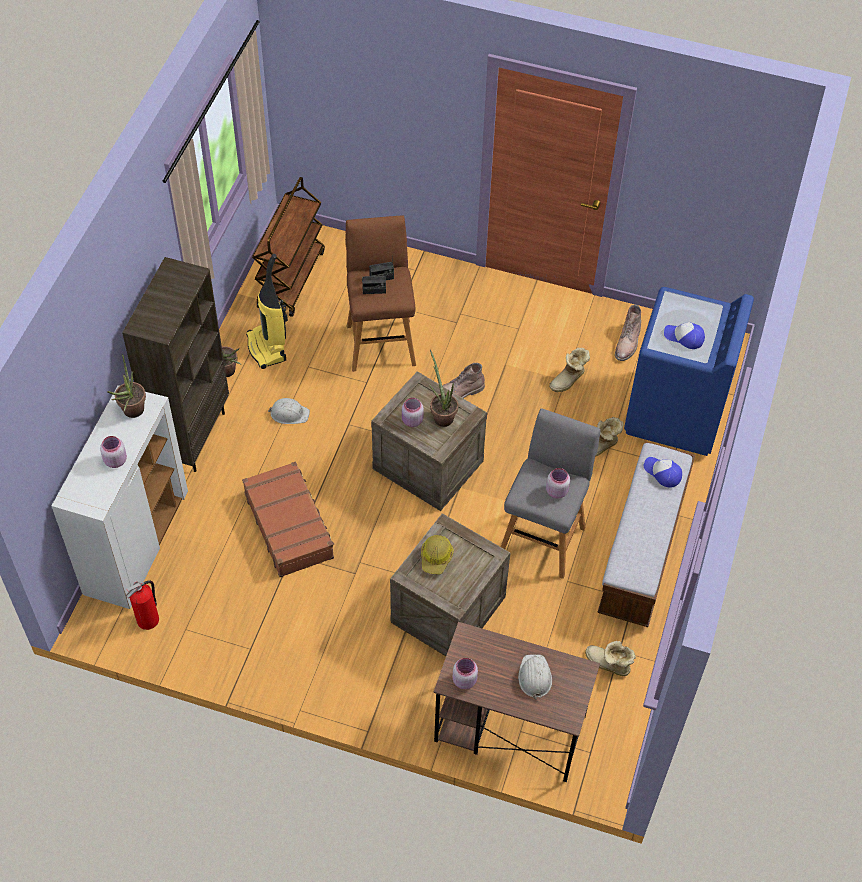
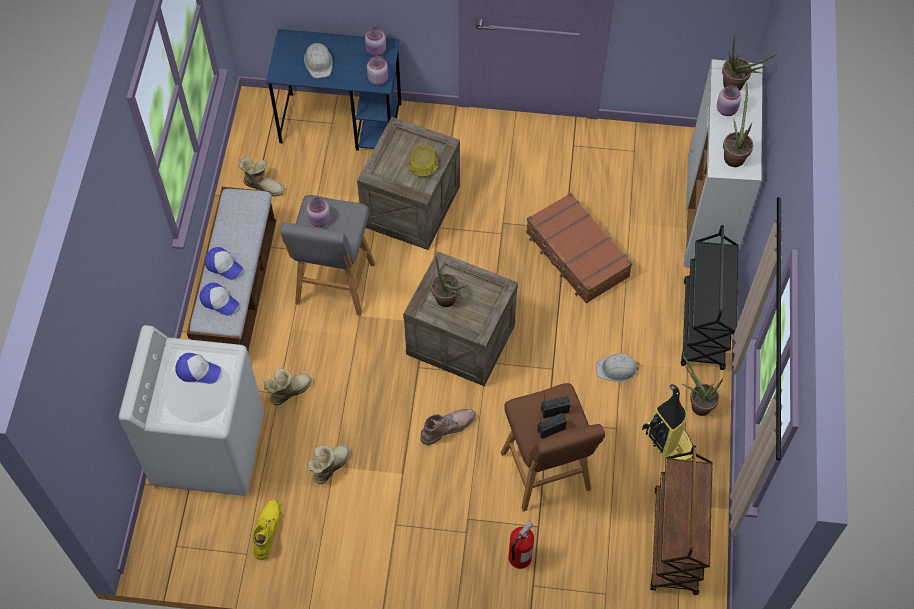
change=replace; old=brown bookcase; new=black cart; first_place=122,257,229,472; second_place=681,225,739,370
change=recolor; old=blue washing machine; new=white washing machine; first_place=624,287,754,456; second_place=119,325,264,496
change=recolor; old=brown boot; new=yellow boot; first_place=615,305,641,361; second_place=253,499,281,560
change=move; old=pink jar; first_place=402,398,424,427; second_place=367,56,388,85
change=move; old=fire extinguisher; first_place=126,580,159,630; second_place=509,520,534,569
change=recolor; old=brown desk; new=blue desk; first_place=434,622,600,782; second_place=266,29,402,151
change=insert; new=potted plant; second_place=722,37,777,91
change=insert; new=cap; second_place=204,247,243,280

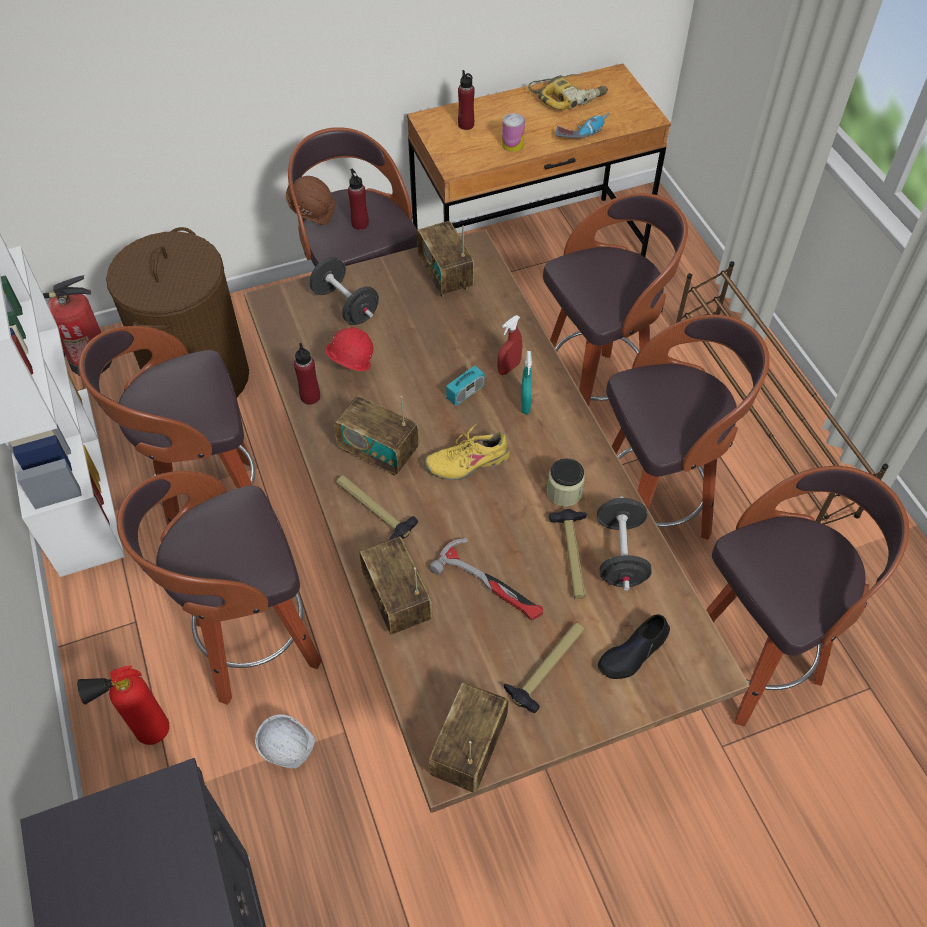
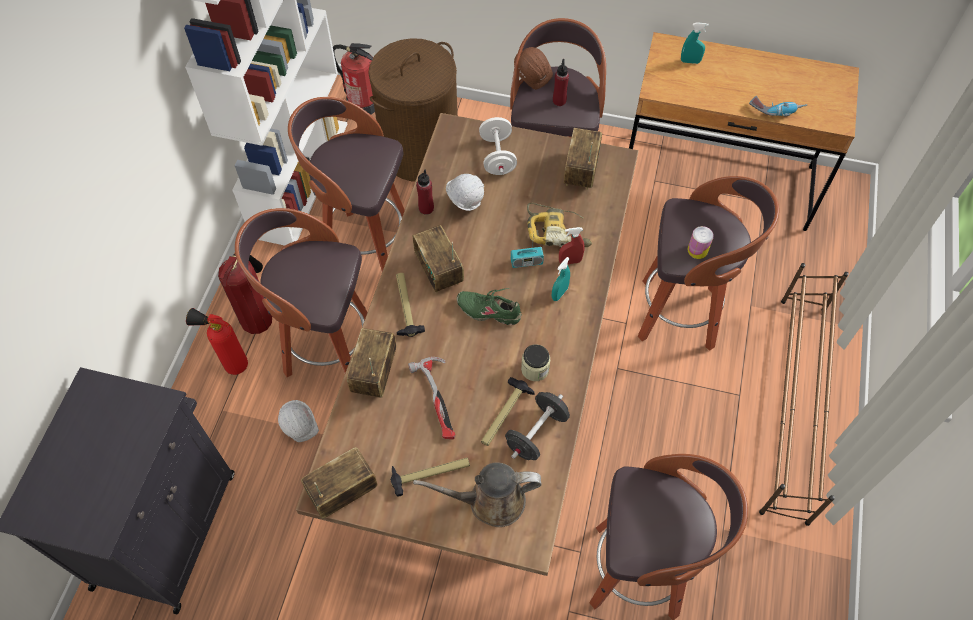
change=replace; old=red bottle; new=turquoise spray bottle; first_place=458,70,475,130; second_place=681,22,709,64
change=move; old=power drill; first_place=528,74,608,110; second_place=527,203,592,247
change=move; old=can; first_place=502,113,525,152; second_place=687,226,714,259
change=recolor; old=black dumbbell; new=white dumbbell; first_place=309,257,379,325; second_place=479,117,517,175
change=delete; old=stool; first_place=606,315,770,540
change=recolor; old=red hard hat; new=white hard hat; first_place=325,327,374,371; second_place=446,174,484,211
change=recolor; old=yellow shoe; new=green shoe; first_place=424,424,510,480; second_place=457,288,522,325
change=replace; old=black shoe; new=brown watering can; first_place=598,614,670,679; second_place=413,462,542,527
change=insert; new=fire extinguisher; second_place=218,254,272,334

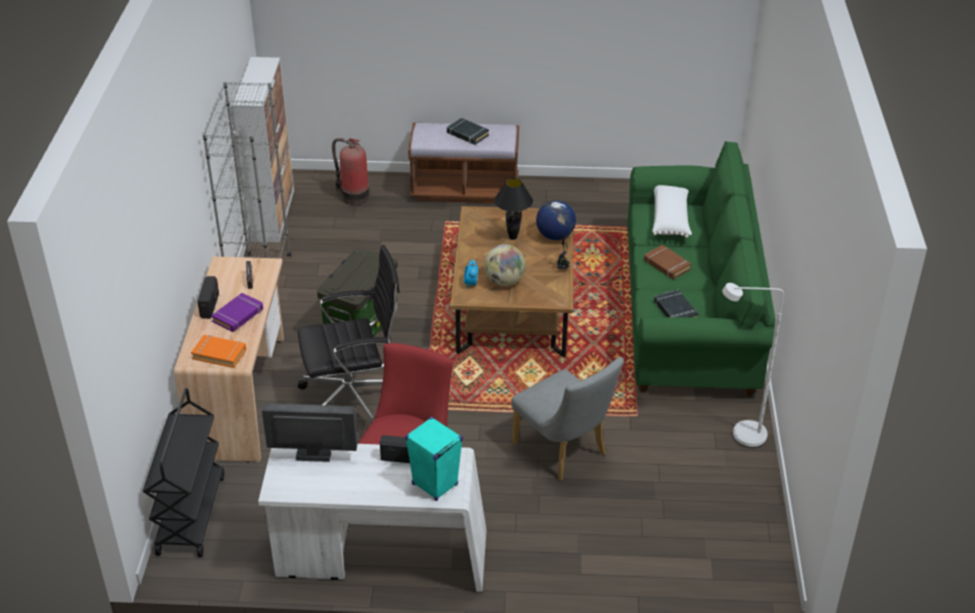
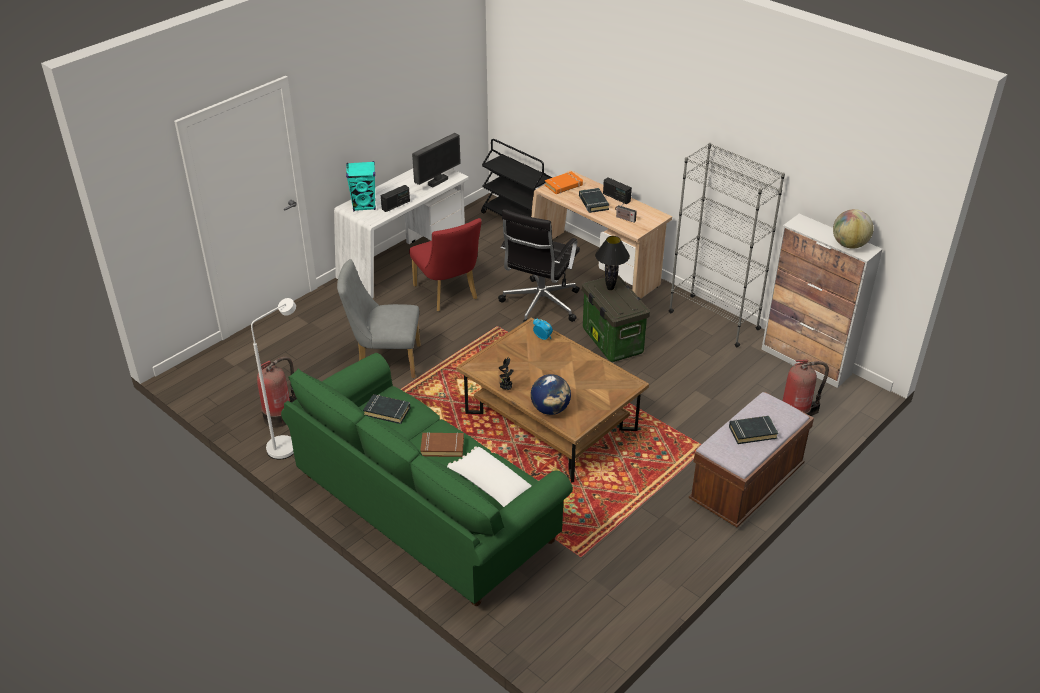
change=move; old=black table lamp; first_place=494,178,533,240; second_place=595,236,630,290
change=move; old=globe; first_place=484,244,526,286; second_place=833,209,874,248
change=recolor; old=purple book; new=black book; first_place=211,293,263,332; second_place=579,188,609,213
change=insert; new=fire extinguisher; second_place=257,357,297,428

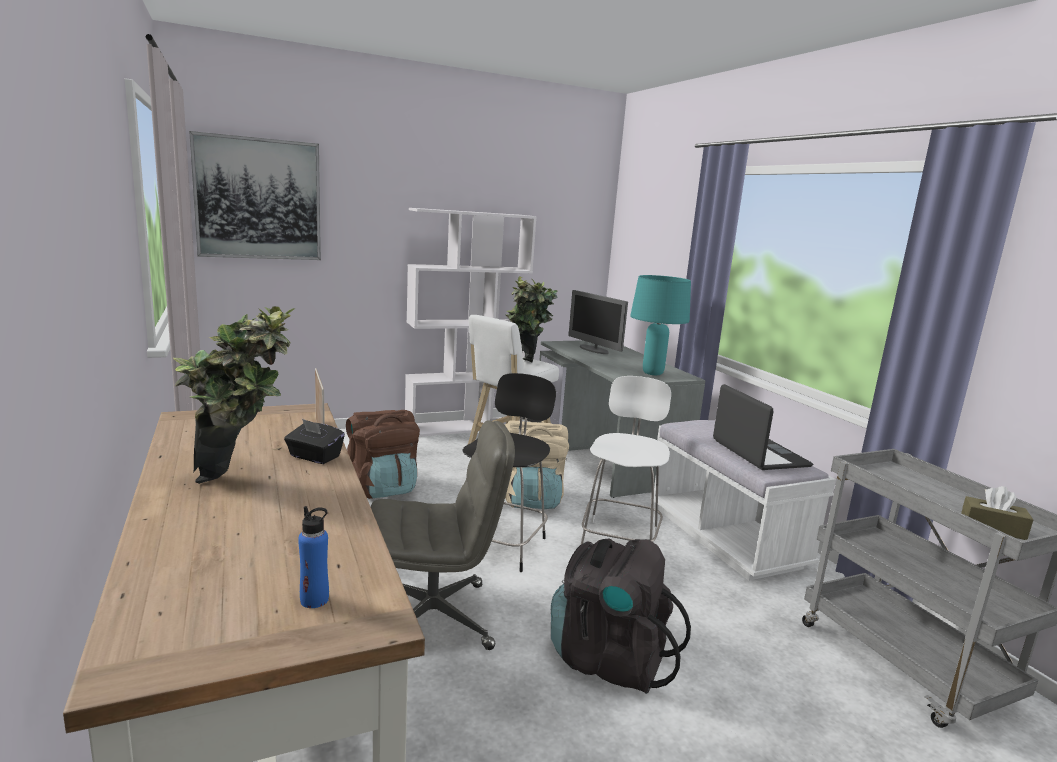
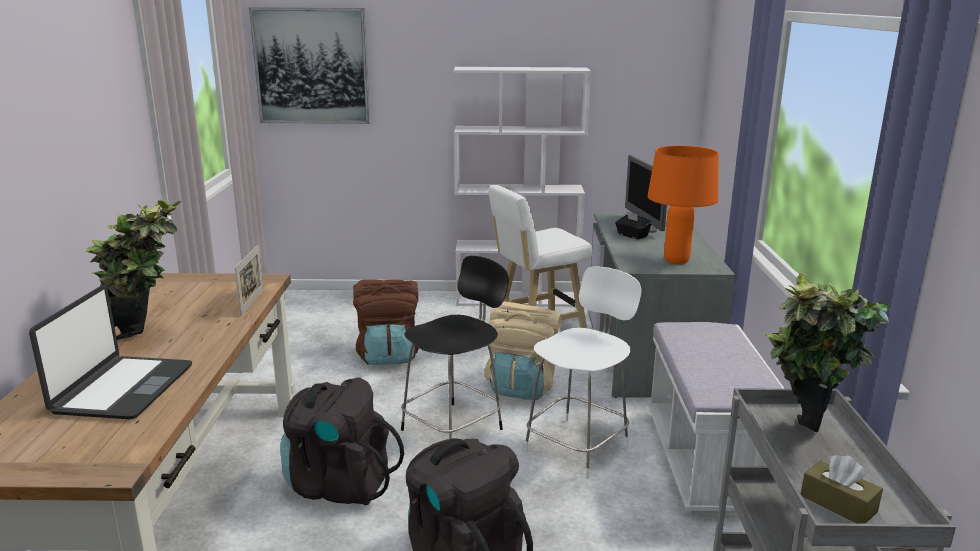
change=recolor; old=turquoise table lamp; new=orange table lamp; first_place=630,275,691,375; second_place=647,146,719,264
change=move; old=potted plant; first_place=506,276,558,362; second_place=766,272,890,433
change=move; old=laptop; first_place=713,384,813,470; second_place=29,285,192,419
change=move; old=black tissue box; first_place=284,419,345,464; second_place=615,211,652,239
change=replace; old=grey office chair; new=black backpack; first_place=371,420,515,650; second_place=280,377,404,505
change=delete; old=blue bottle; first_place=298,506,329,608

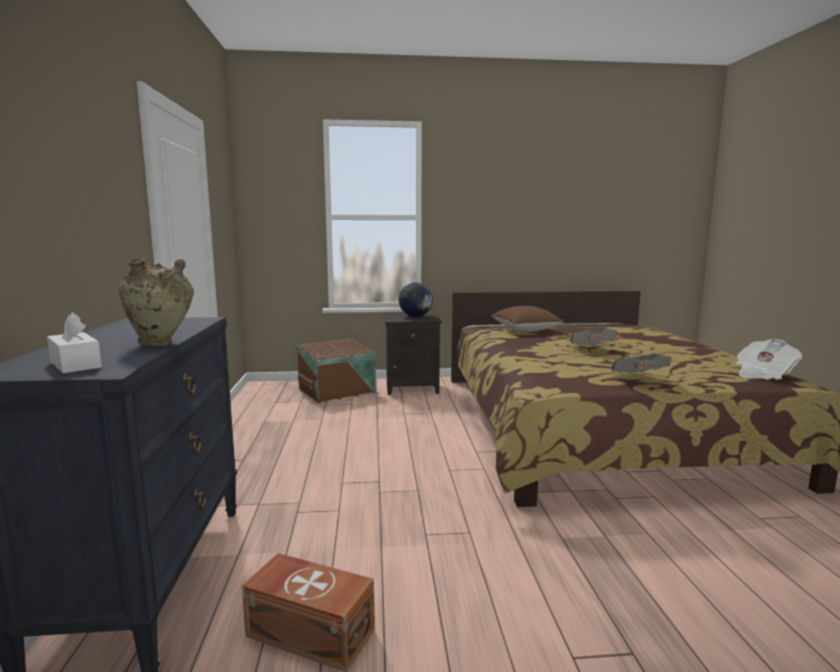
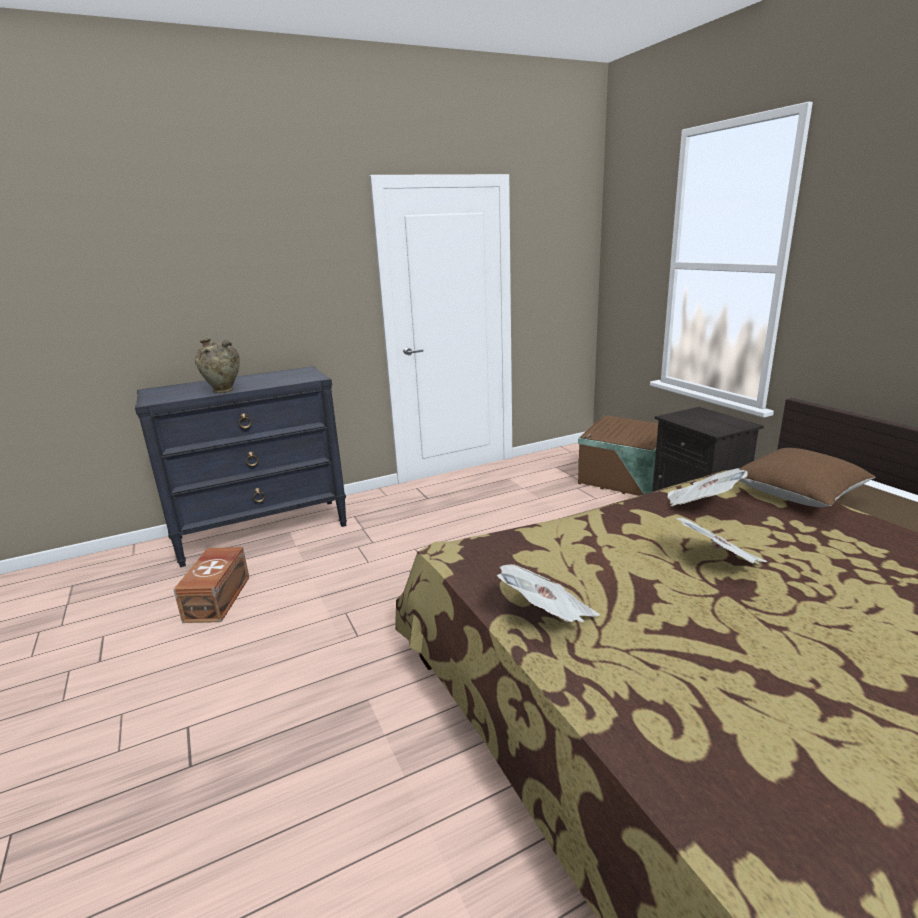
change=delete; old=globe; first_place=399,282,433,317
change=delete; old=white tissue box; first_place=47,312,102,374
change=move; old=newspaper; first_place=736,339,803,379; second_place=668,468,748,506

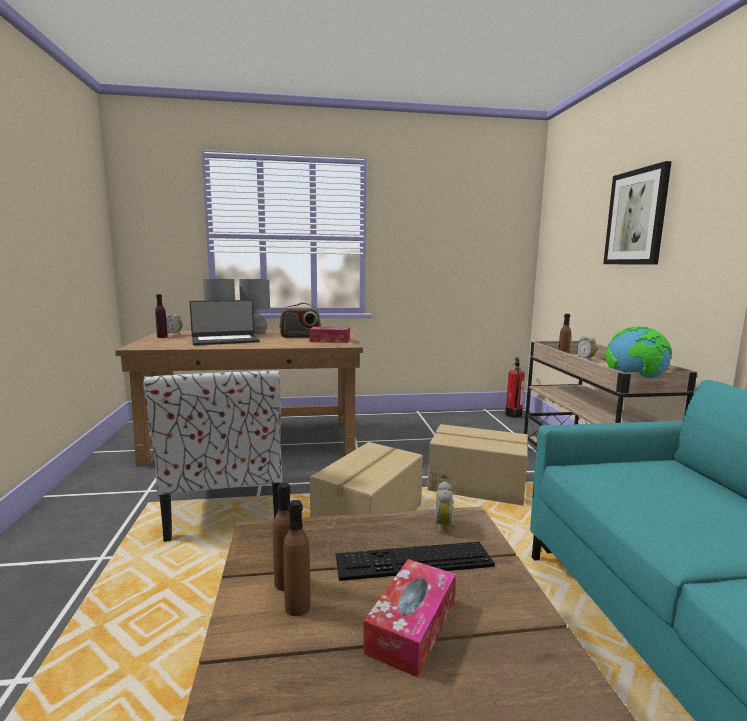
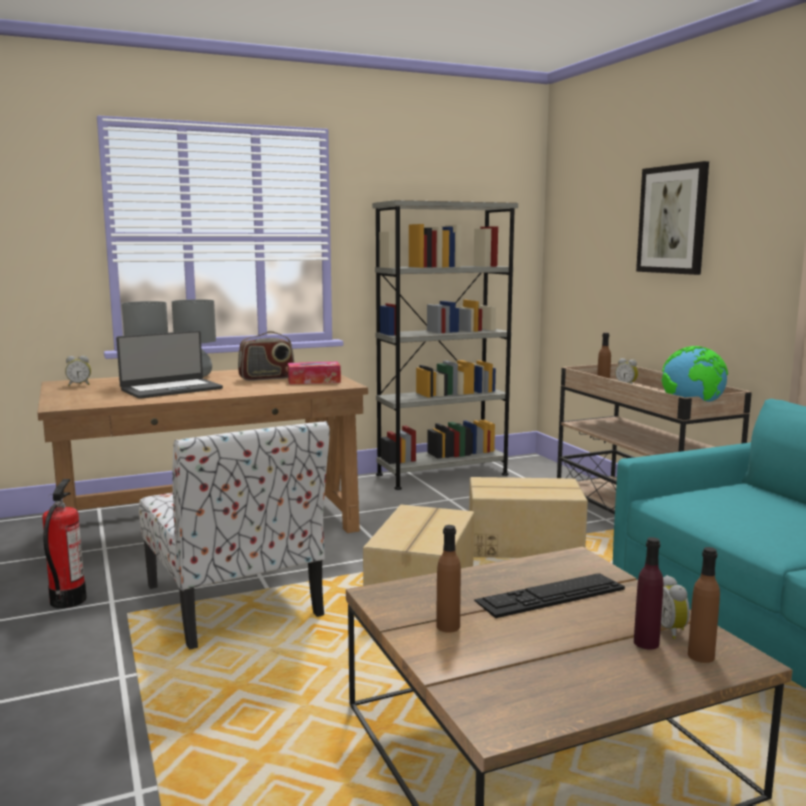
change=move; old=purple bottle; first_place=155,294,167,338; second_place=634,537,664,650
change=move; old=fire extinguisher; first_place=505,357,525,418; second_place=42,479,87,608
change=move; old=alarm clock; first_place=436,481,455,533; second_place=661,575,690,639
change=move; old=brown bottle; first_place=283,500,311,616; second_place=688,547,720,663
change=delete; old=tissue box; first_place=363,559,456,677
change=insert; new=grey bookcase; second_place=372,200,518,490

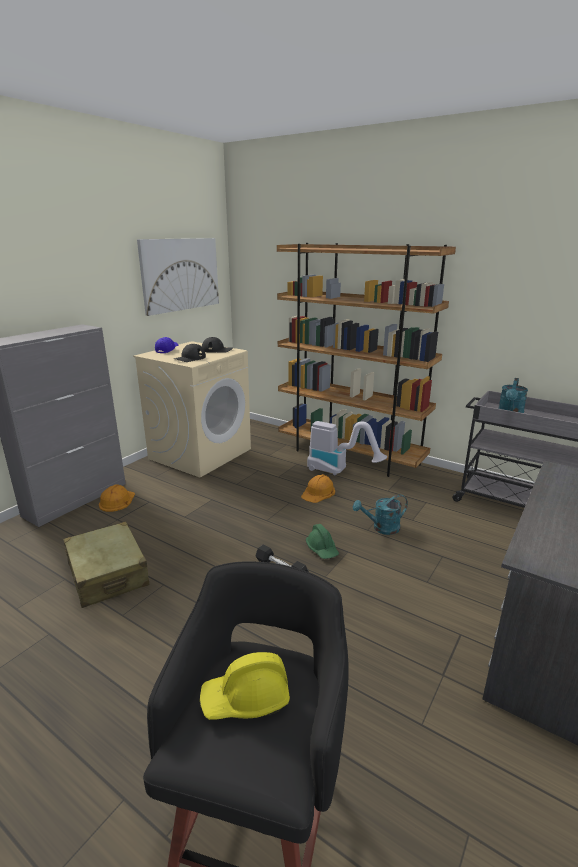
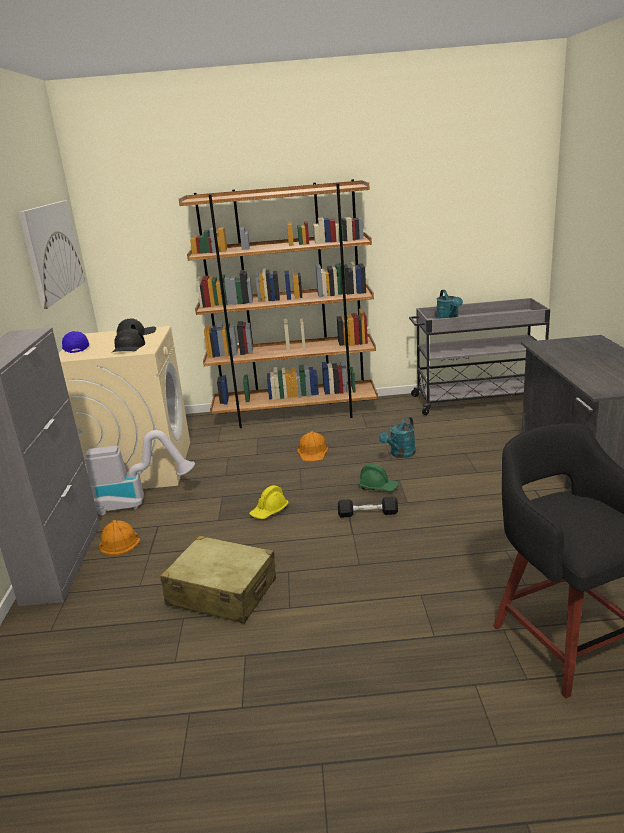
change=move; old=vacuum cleaner; first_place=307,421,387,475; second_place=85,430,195,515
change=move; old=yellow hard hat; first_place=200,652,290,720; second_place=249,485,289,519

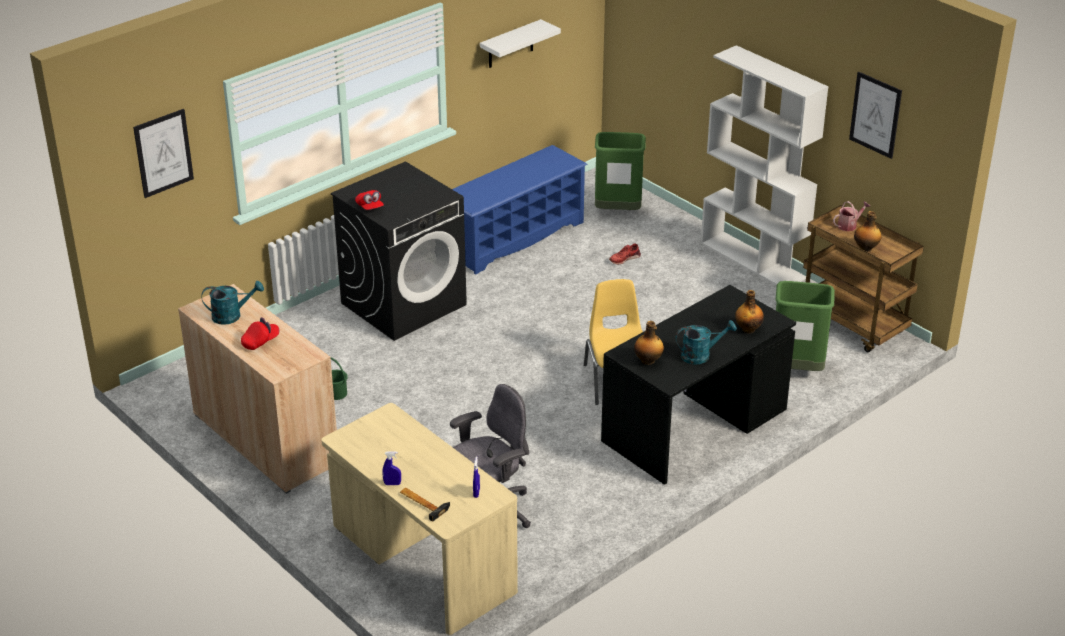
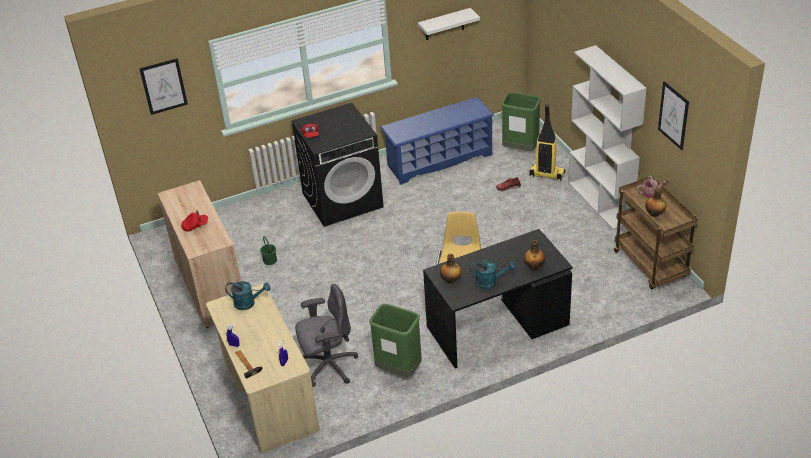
change=move; old=turquoise watering can; first_place=201,281,264,325; second_place=225,281,270,310
change=move; old=green trash can; first_place=776,281,835,371; second_place=369,304,422,377
change=insert; new=vacuum cleaner; second_place=530,104,565,181

